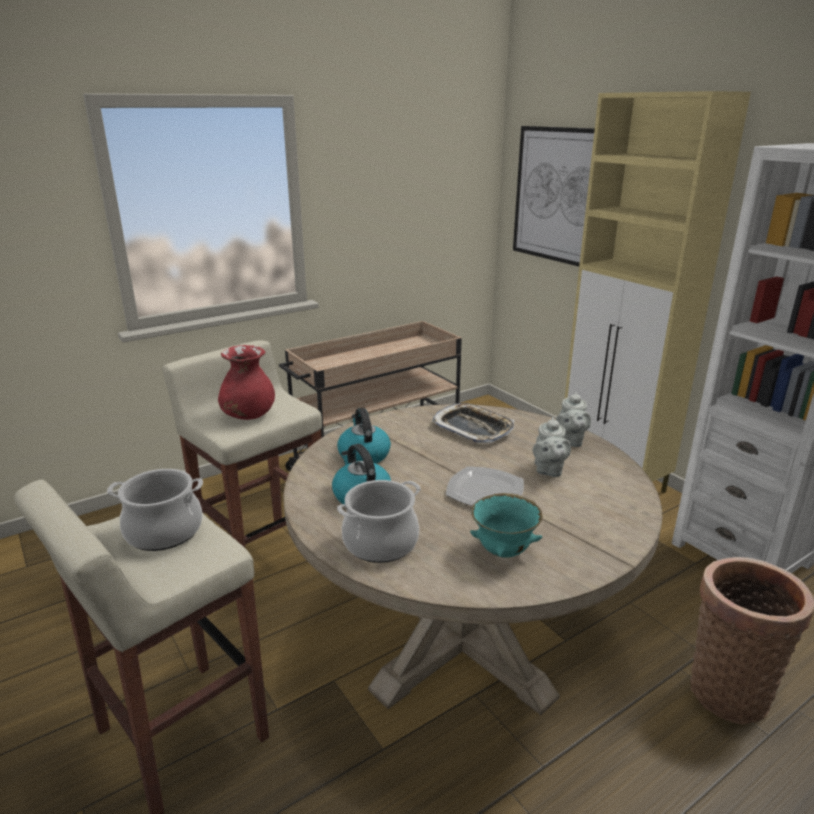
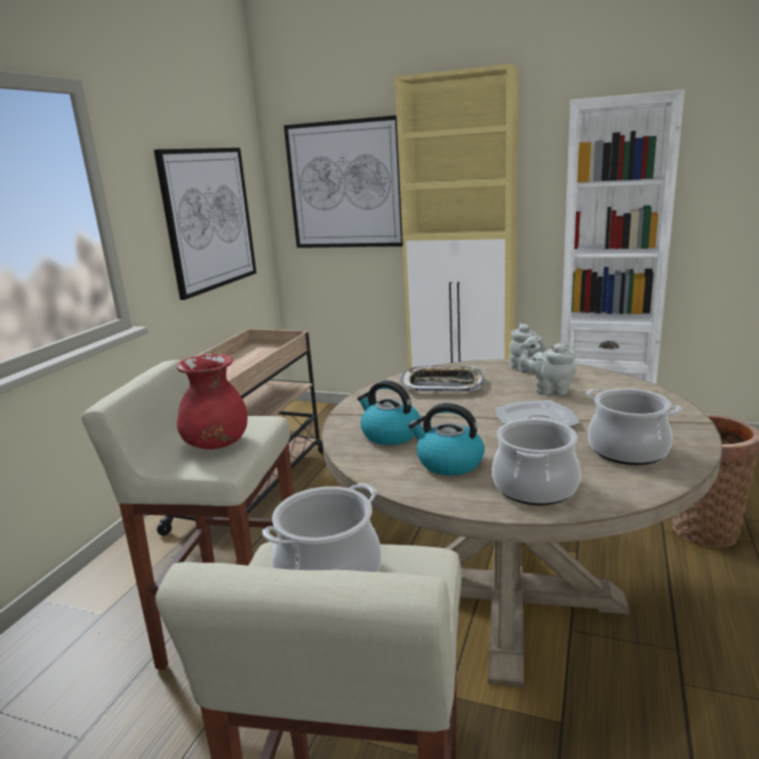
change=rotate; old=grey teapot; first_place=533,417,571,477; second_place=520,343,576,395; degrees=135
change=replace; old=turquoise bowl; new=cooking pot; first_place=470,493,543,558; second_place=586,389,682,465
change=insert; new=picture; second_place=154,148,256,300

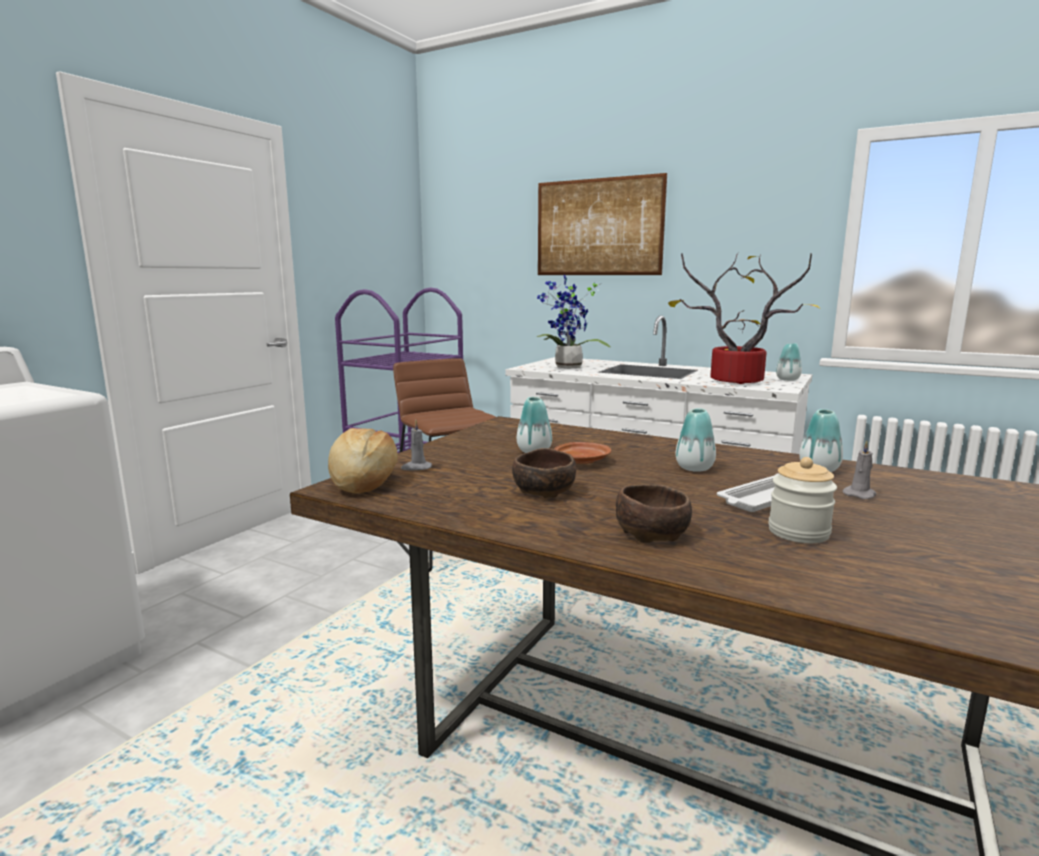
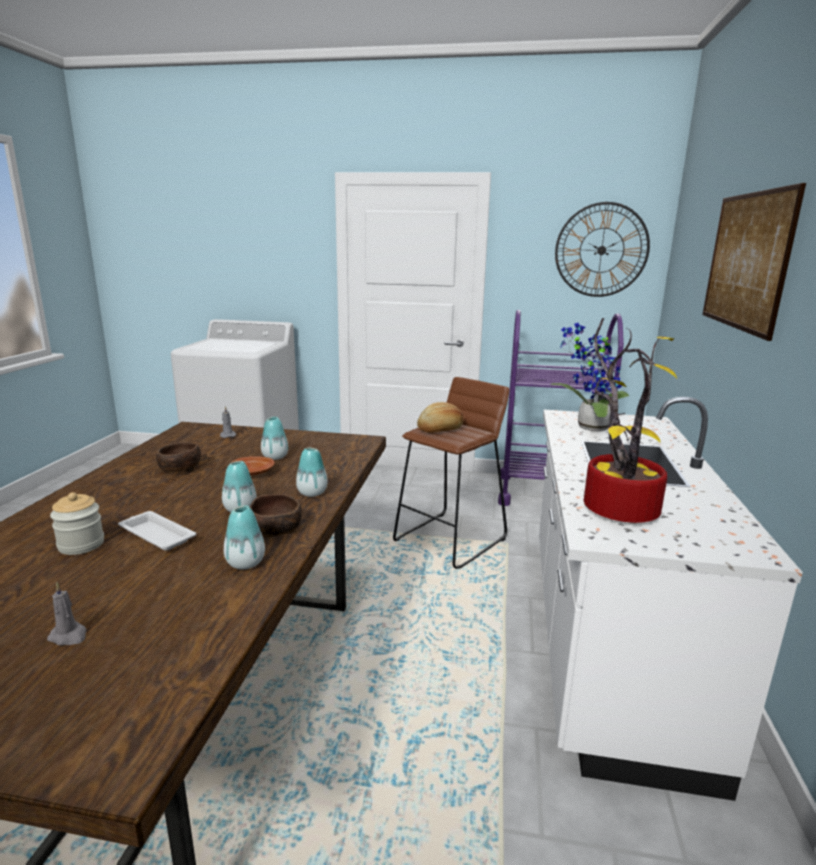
change=move; old=vase; first_place=776,343,802,381; second_place=296,448,328,497
change=move; old=bread; first_place=328,428,398,493; second_place=417,402,463,433
change=move; old=grey candle; first_place=842,441,876,499; second_place=47,582,87,646
change=move; old=brown bowl; first_place=616,485,692,543; second_place=250,494,302,538
change=insert; new=wall clock; second_place=555,202,650,297

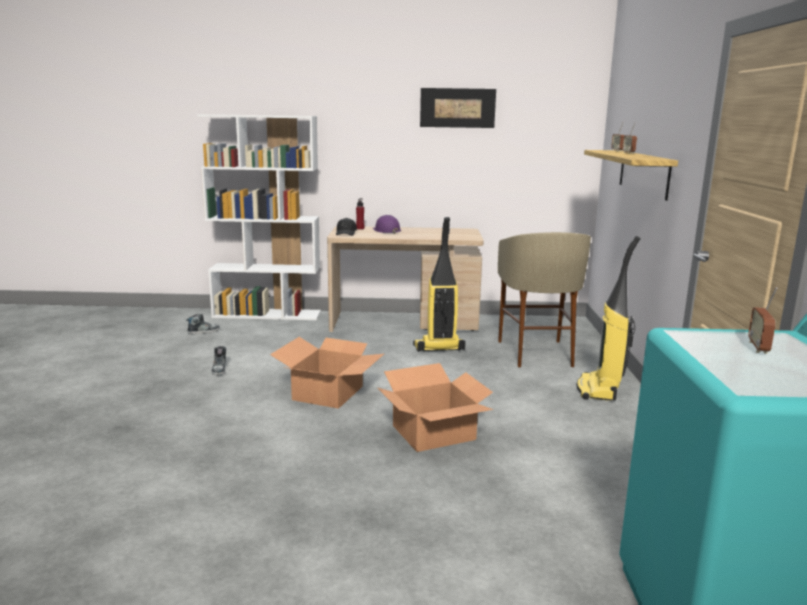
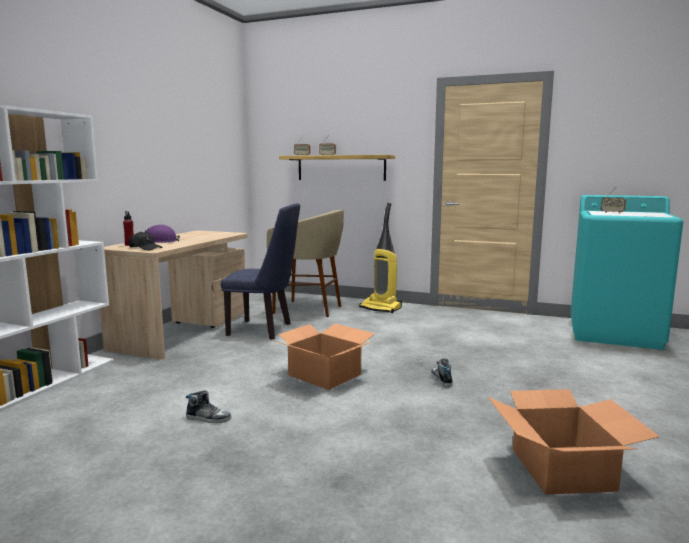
change=delete; old=picture; first_place=420,88,496,128
change=replace; old=vacuum cleaner; new=blue chair; first_place=413,217,465,352; second_place=221,203,300,340
change=move; old=shoe; first_place=186,314,220,335; second_place=431,358,453,388
change=move; old=cardboard box; first_place=377,363,493,452; second_place=488,389,660,495

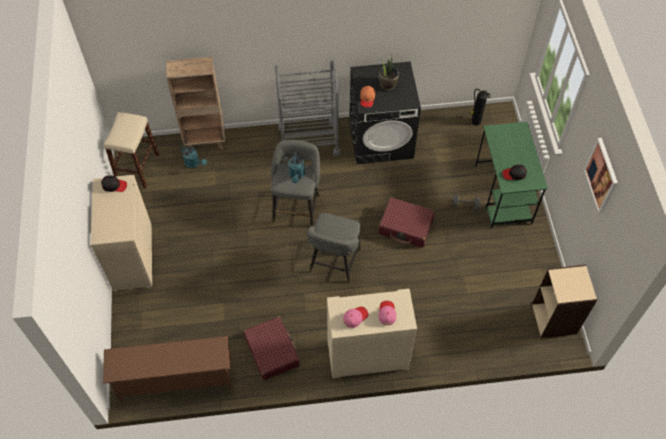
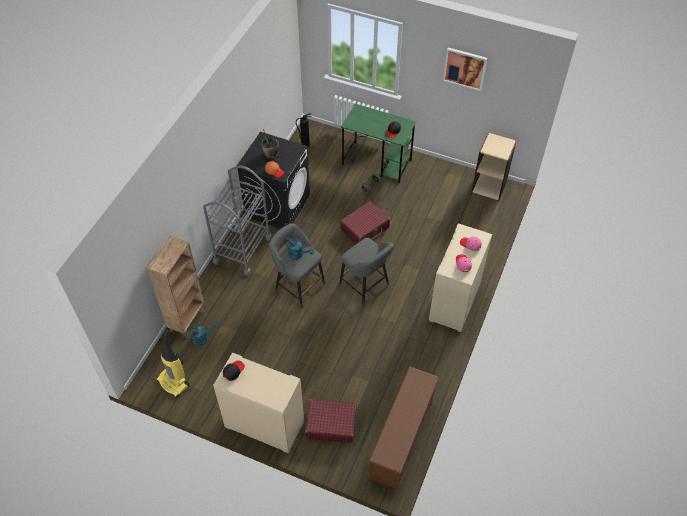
change=replace; old=beige stool; new=vacuum cleaner; first_place=104,112,159,188; second_place=156,330,189,398
change=move; old=red suitcase; first_place=244,316,300,380; second_place=305,399,357,443

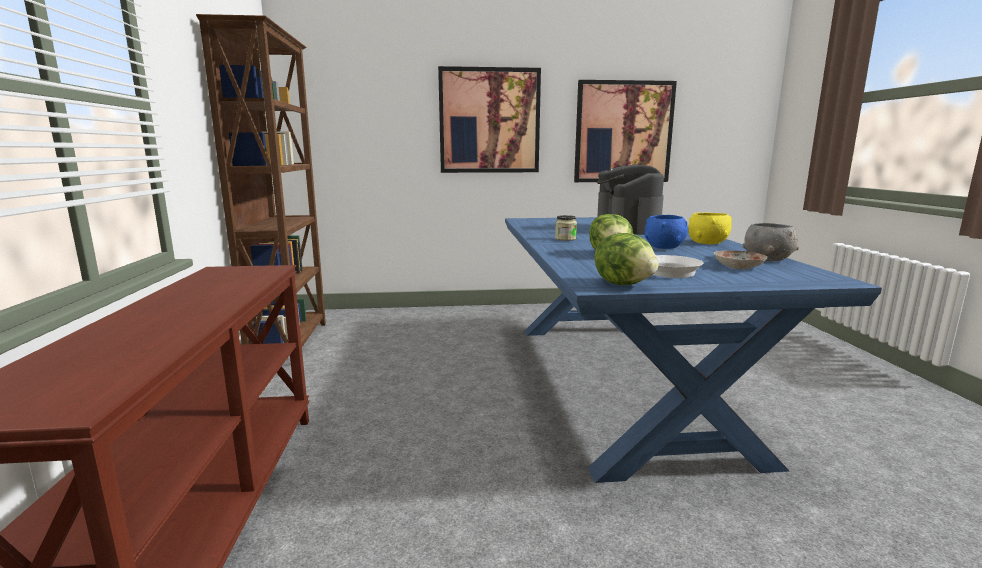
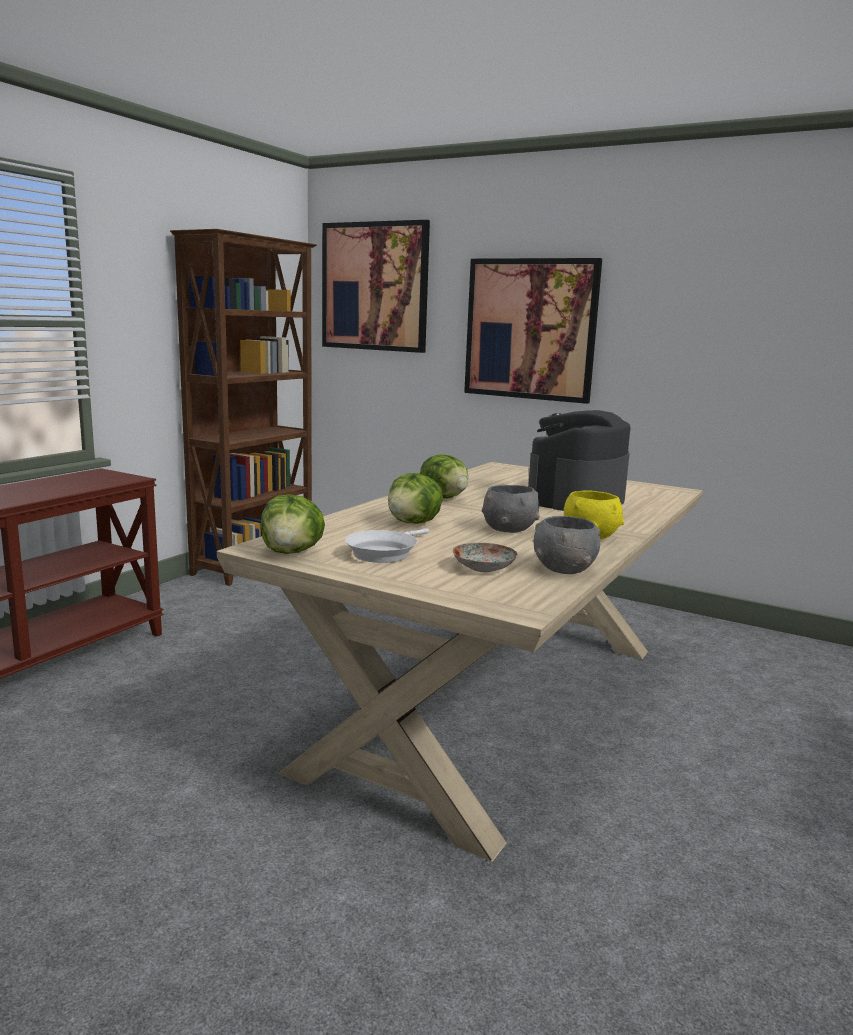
change=move; old=picture; first_place=574,80,677,182; second_place=322,220,430,353
change=replace; old=jar; new=lettuce; first_place=555,215,577,241; second_place=420,454,468,499
change=recolor; old=blue bowl; new=grey bowl; first_place=644,215,688,249; second_place=482,485,540,533
change=recolor; old=blue dining table; new=beige dining table; first_place=505,217,882,483; second_place=217,462,703,862

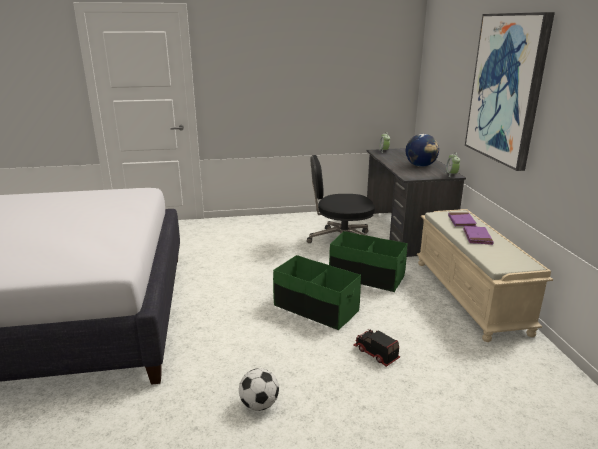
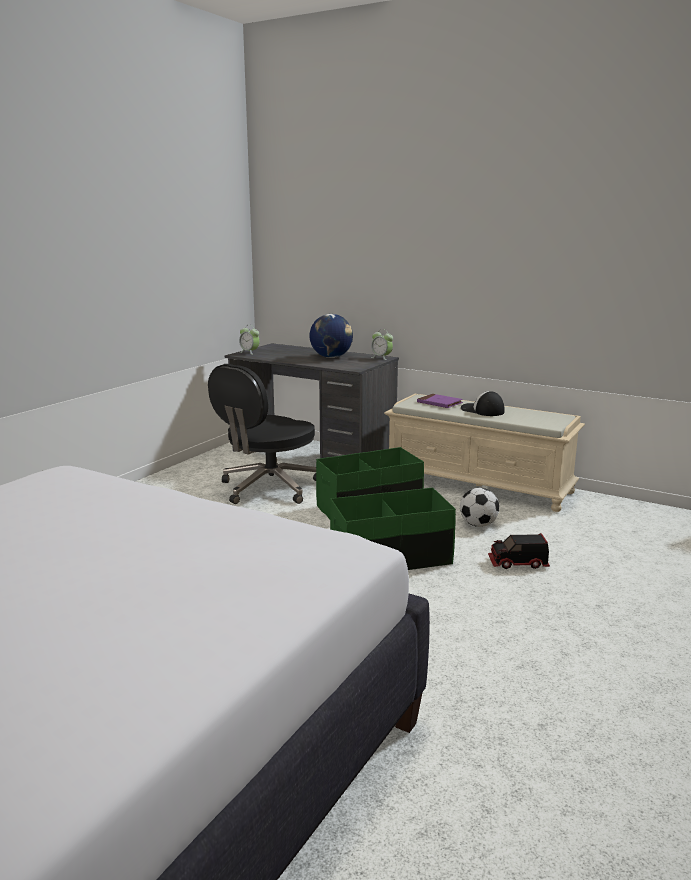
change=delete; old=picture; first_place=465,12,555,171
change=replace; old=purple book; new=cap; first_place=463,226,494,245; second_place=461,391,504,416
change=move; old=football; first_place=239,368,279,411; second_place=460,488,499,527

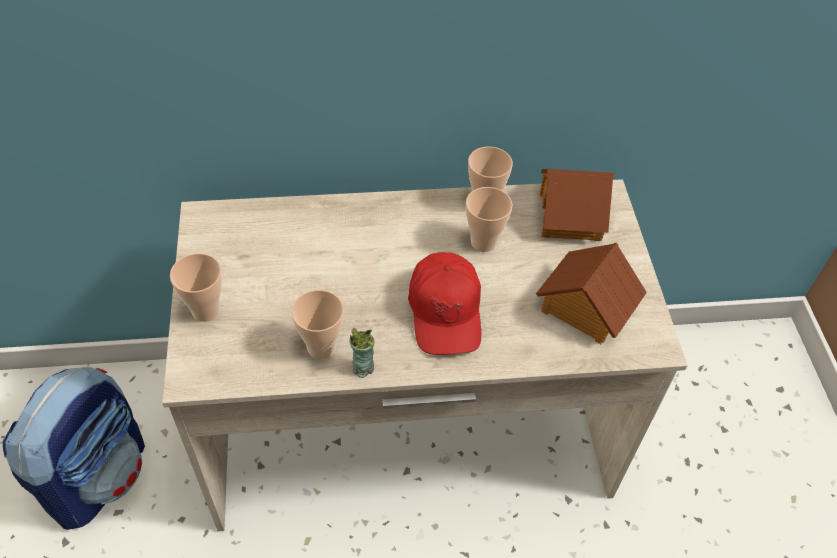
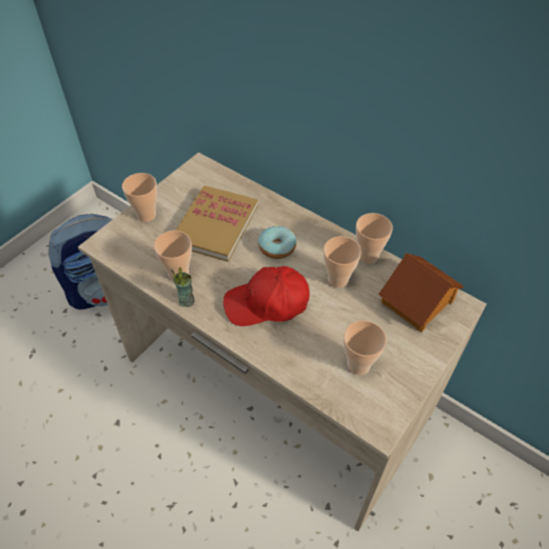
change=replace; old=toy house; new=cup; first_place=536,242,647,344; second_place=343,320,386,375
change=rotate; old=red cap; first_place=408,252,481,355; second_place=223,266,310,326; degrees=45
change=insert; new=book; second_place=175,185,258,262
change=insert; new=donut; second_place=258,226,297,259

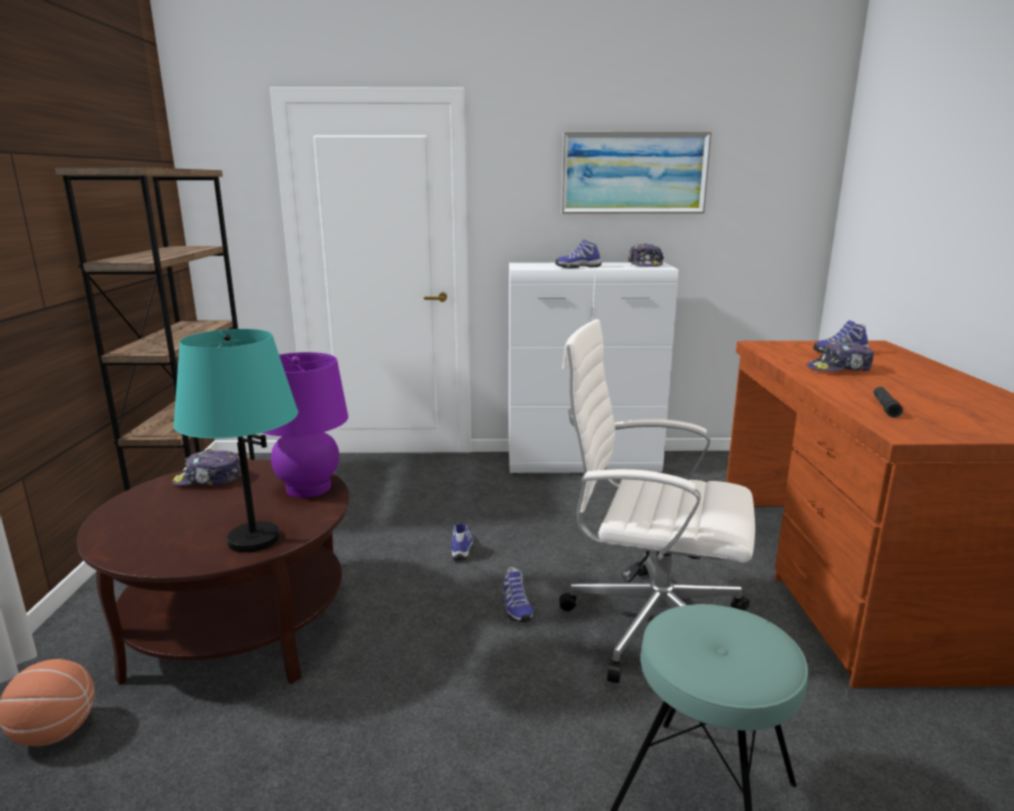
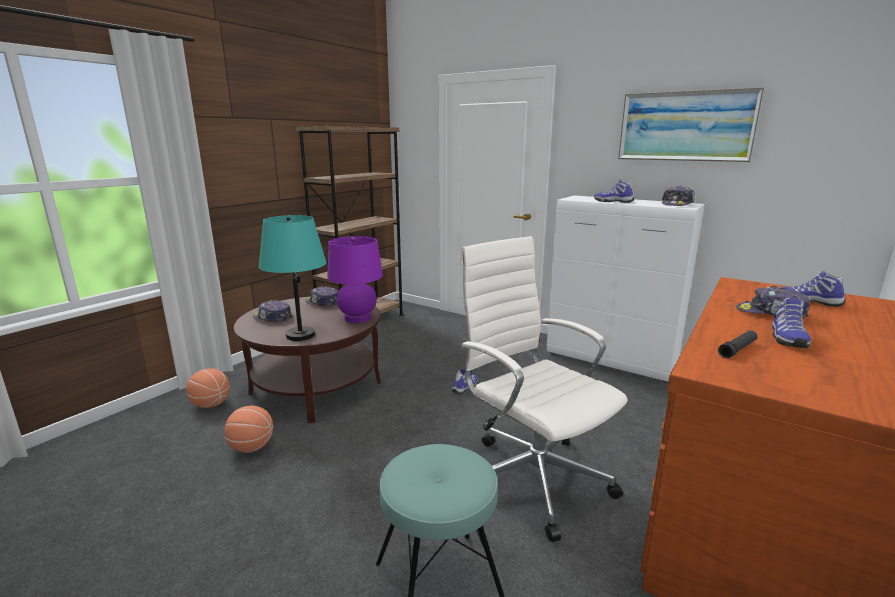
change=move; old=shoe; first_place=503,567,533,622; second_place=772,298,811,348
change=insert; new=cap; second_place=253,300,293,322
change=insert; new=basketball; second_place=224,406,273,453

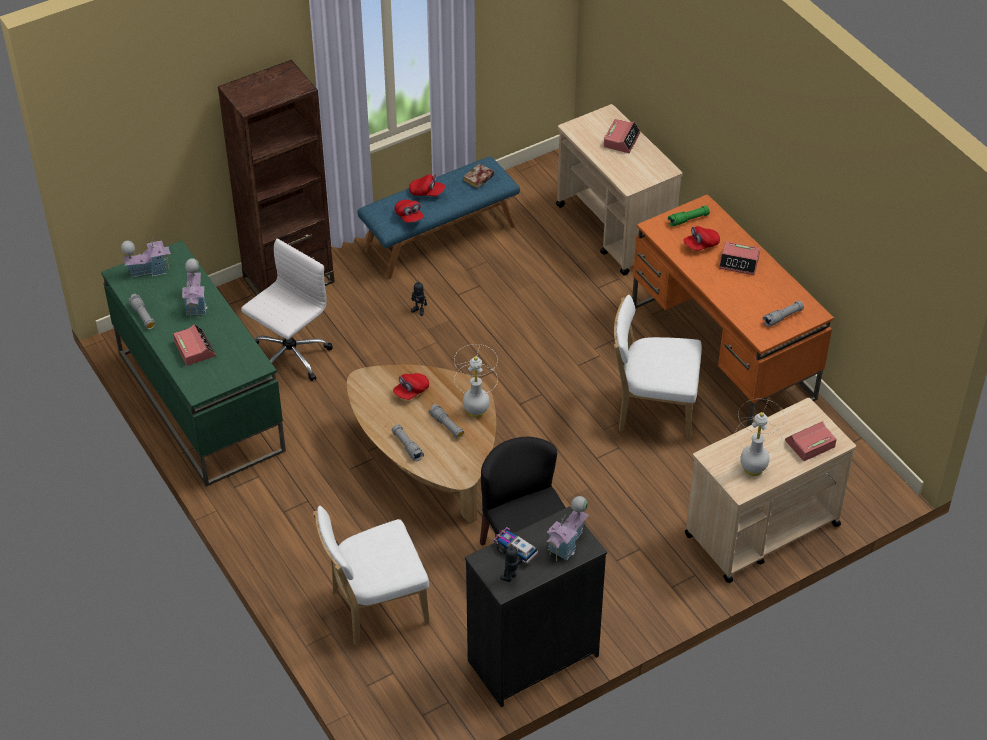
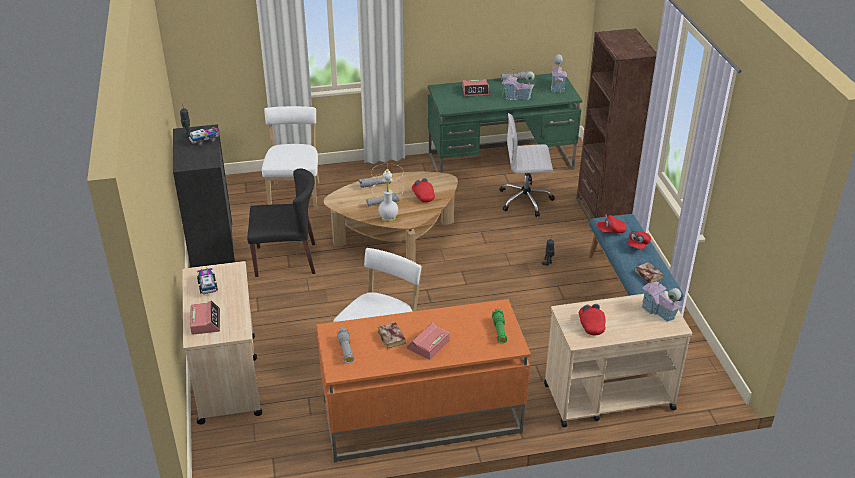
change=delete; old=alarm clock; first_place=604,119,641,153
change=move; old=red cap; first_place=683,226,720,251; second_place=579,304,606,335
change=rotate; old=white office chair; first_place=241,239,333,381; second_place=499,113,555,217; degrees=120
change=replace; old=white table lamp; new=toy truck; first_place=735,399,785,476; second_place=197,268,218,294
change=move; old=toy house; first_place=547,496,588,561; second_place=642,276,681,322
change=insert; new=book; second_place=378,322,406,349

